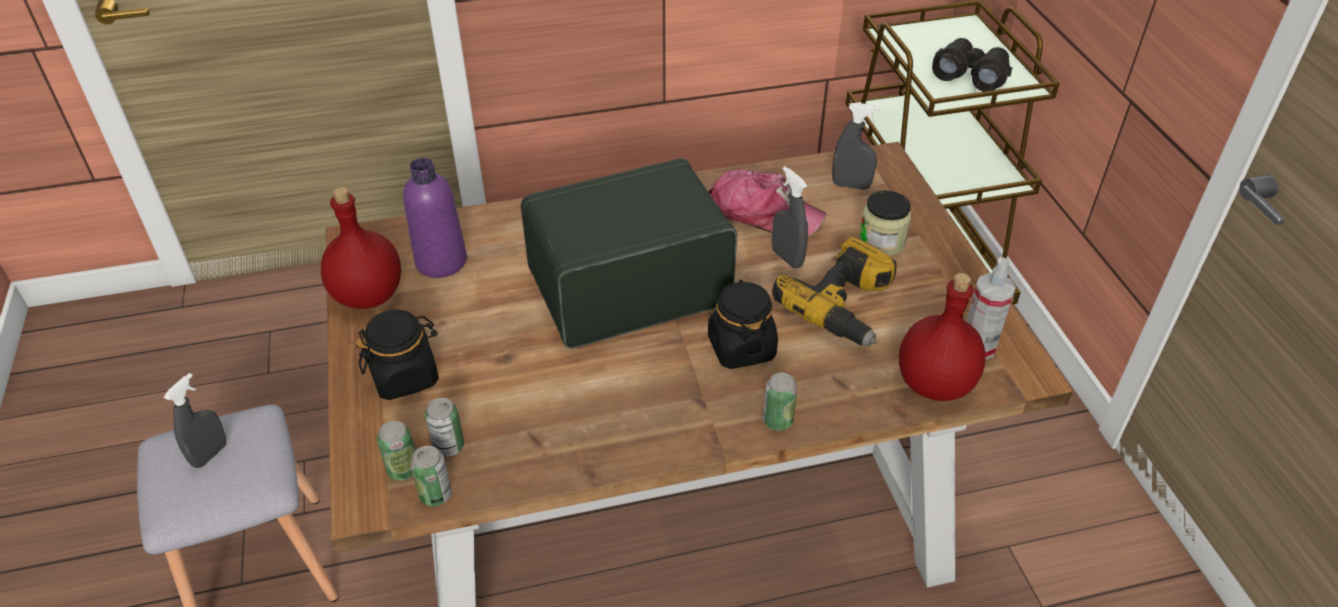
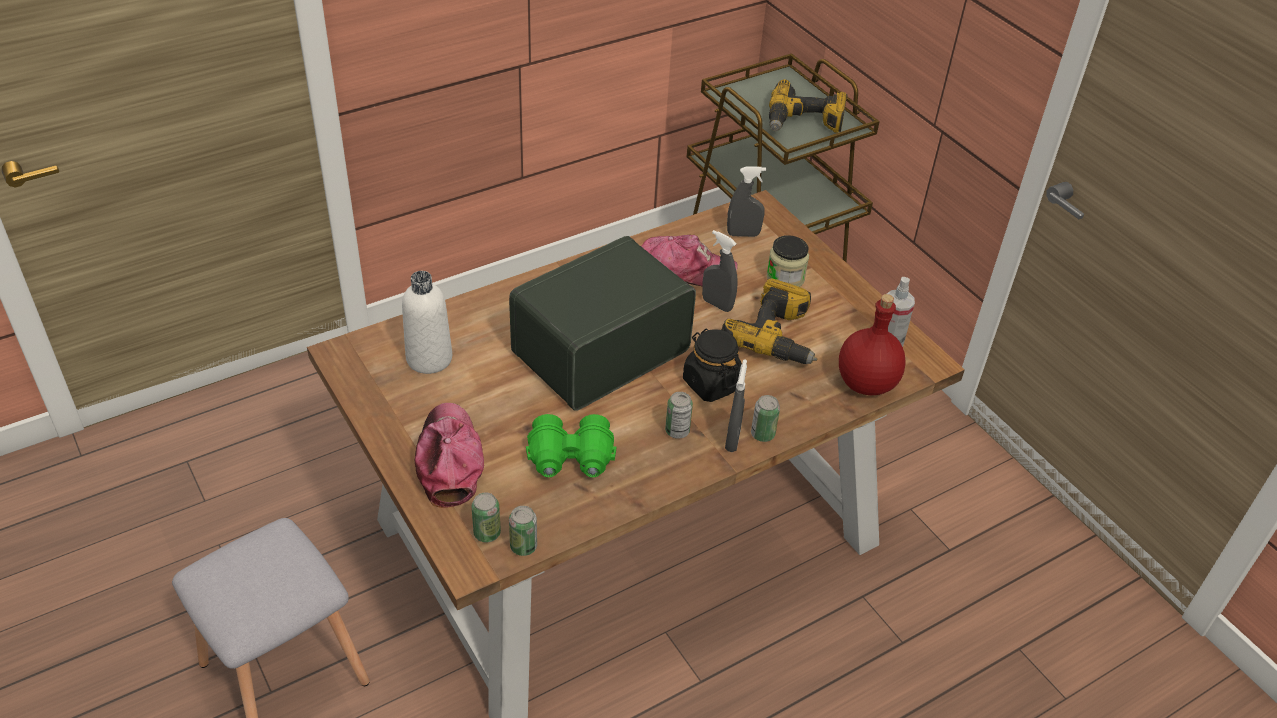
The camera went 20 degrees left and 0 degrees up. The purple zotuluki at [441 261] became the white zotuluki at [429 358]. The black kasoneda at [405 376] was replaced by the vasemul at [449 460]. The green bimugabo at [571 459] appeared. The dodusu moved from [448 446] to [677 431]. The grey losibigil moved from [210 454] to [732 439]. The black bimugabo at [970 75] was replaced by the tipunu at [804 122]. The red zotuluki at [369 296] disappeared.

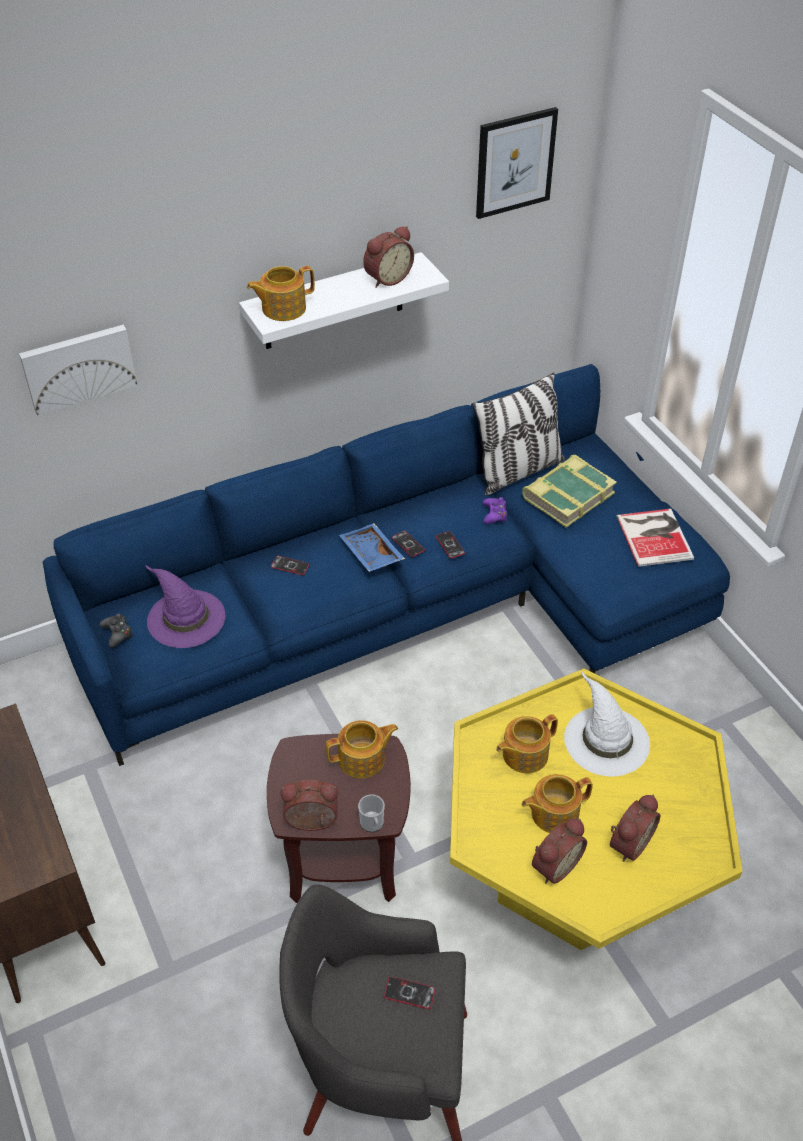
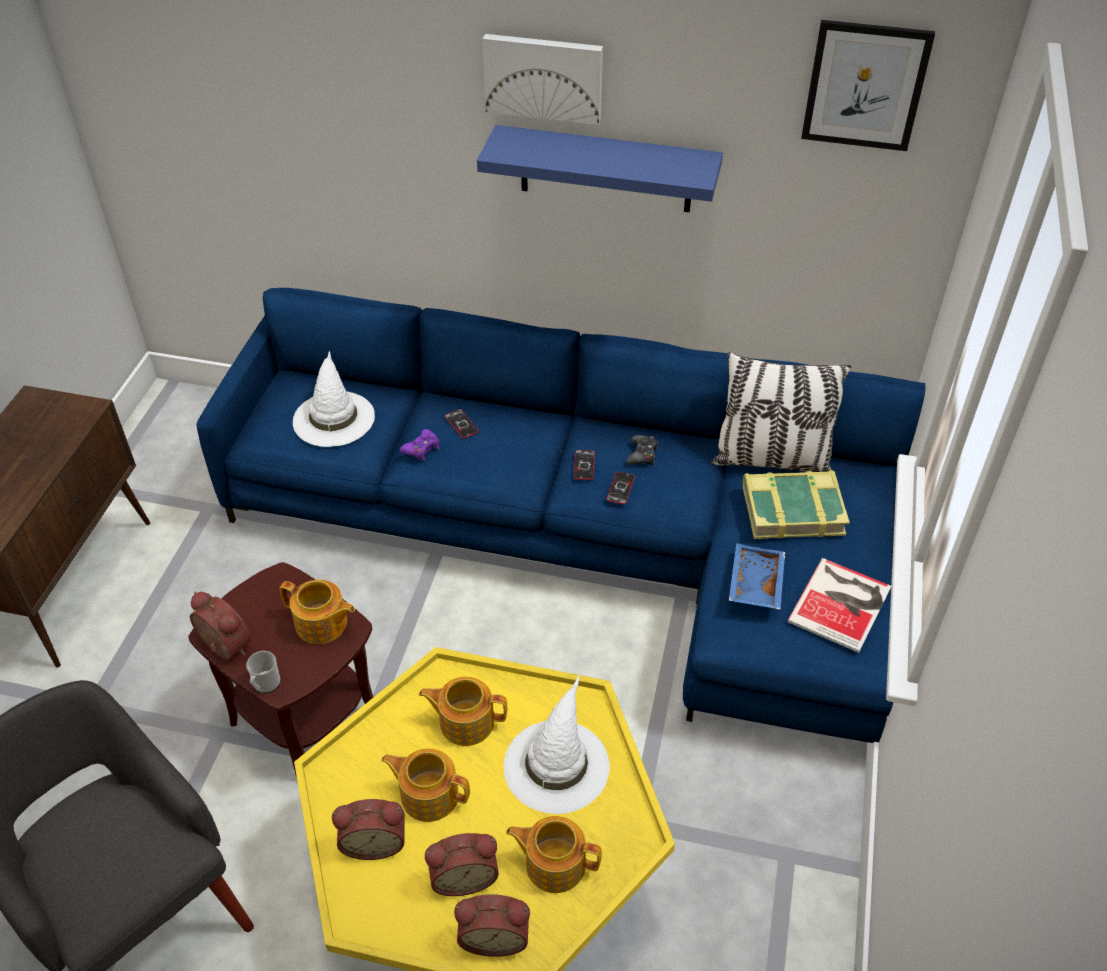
The camera went 40 degrees right and 0 degrees up. The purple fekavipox at [185 618] became the white fekavipox at [333 417]. The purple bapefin moved from [494 514] to [422 449]. The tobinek moved from [387 278] to [494 935]. The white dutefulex at [333 302] became the blue dutefulex at [606 169]. The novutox moved from [78 367] to [544 77]. The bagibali moved from [282 308] to [554 863]. The black bapefin moved from [117 633] to [642 455]. The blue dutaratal moved from [370 554] to [754 583]. The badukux at [409 993] disappeared.

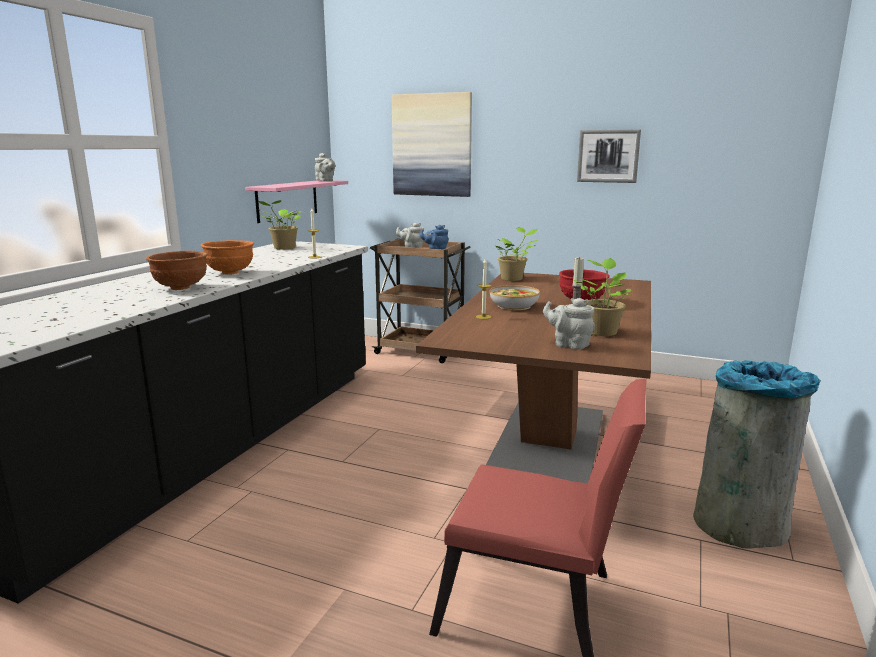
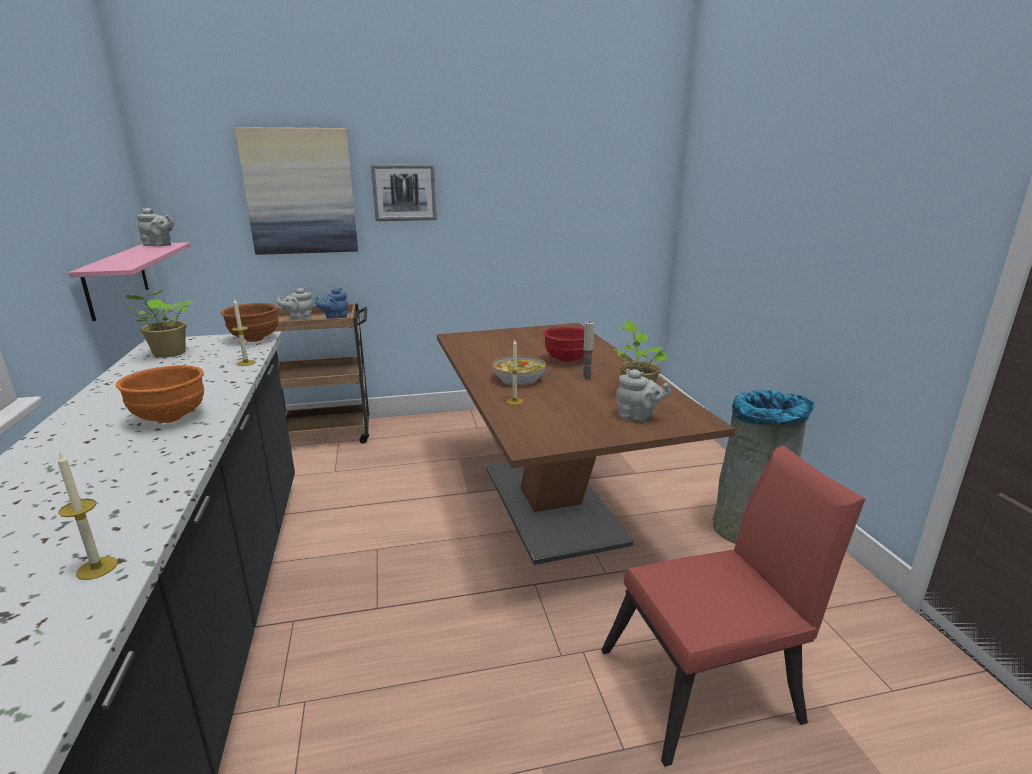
The camera went 35 degrees left and 5 degrees up. The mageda at [97 568] appeared. The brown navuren moved from [180 288] to [254 339]. The novutox moved from [608 156] to [404 192]. The grey bagibali at [569 344] turned 150 degrees counterclockwise. The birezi at [513 278] disappeared.

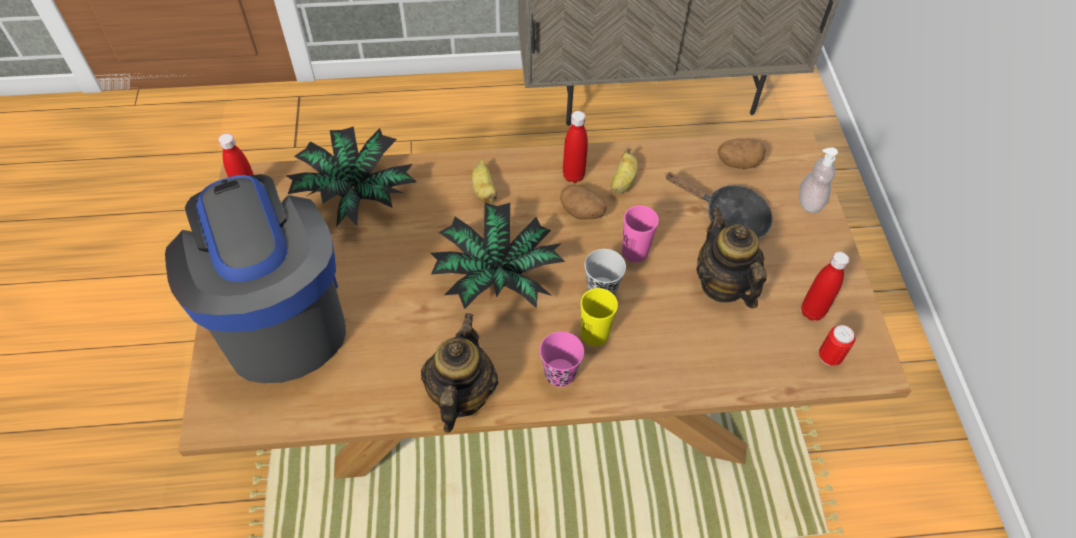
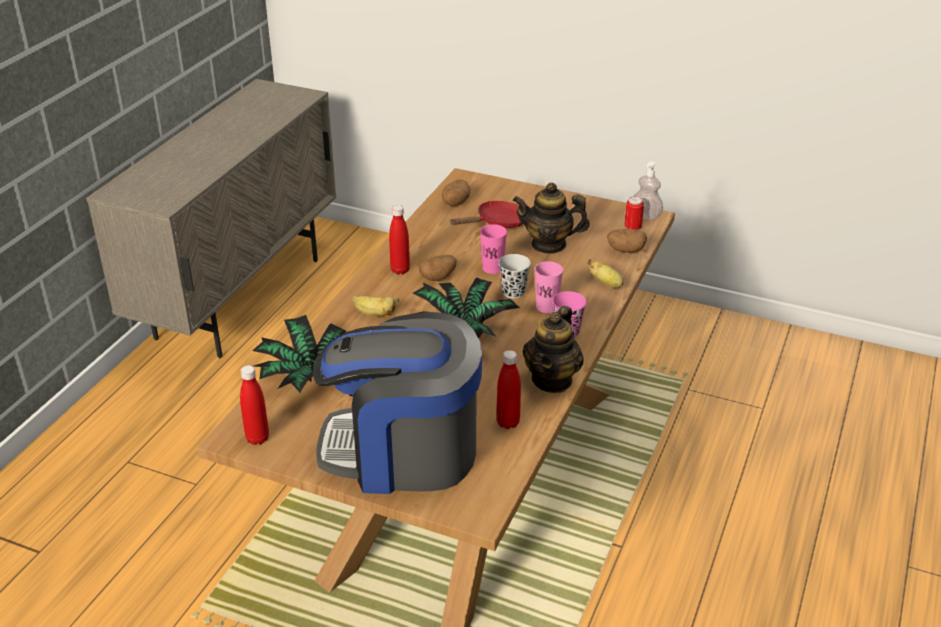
The camera went 60 degrees left and 20 degrees down. The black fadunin at [728 217] became the red fadunin at [498 223]. The red zotuluki moved from [812 312] to [508 423]. The bagibali at [460 395] turned 105 degrees counterclockwise. The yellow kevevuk at [594 334] became the pink kevevuk at [547 307]. The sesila moved from [622 182] to [607 283]. The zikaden at [625 250] appeared. The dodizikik moved from [810 202] to [646 215].

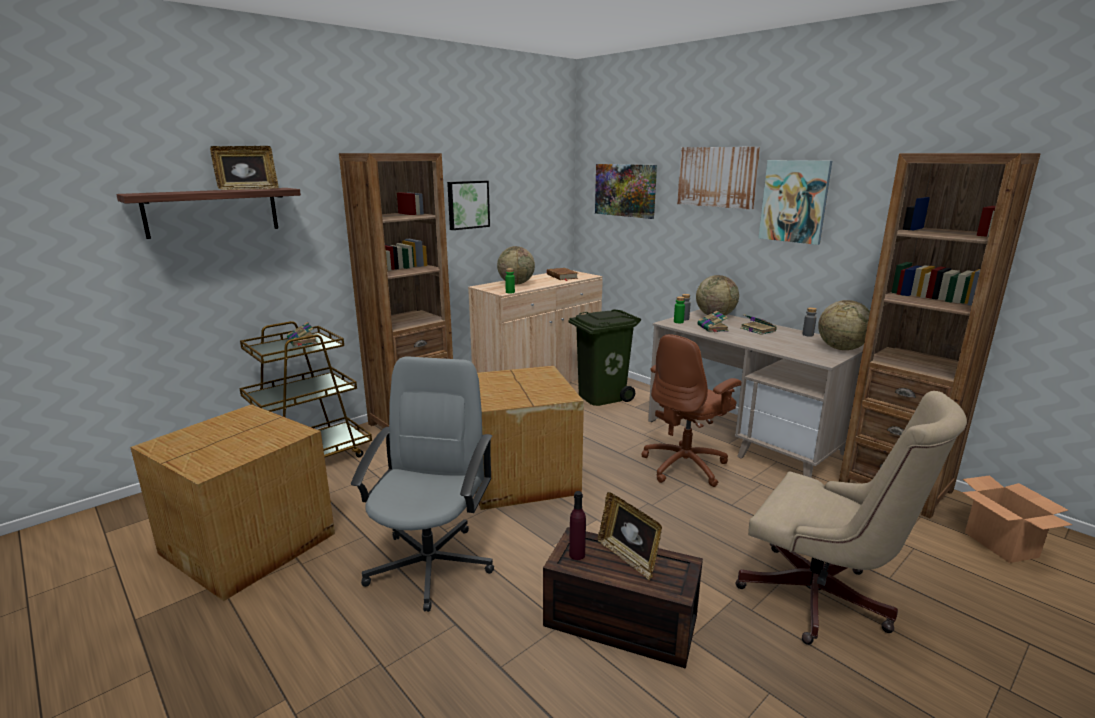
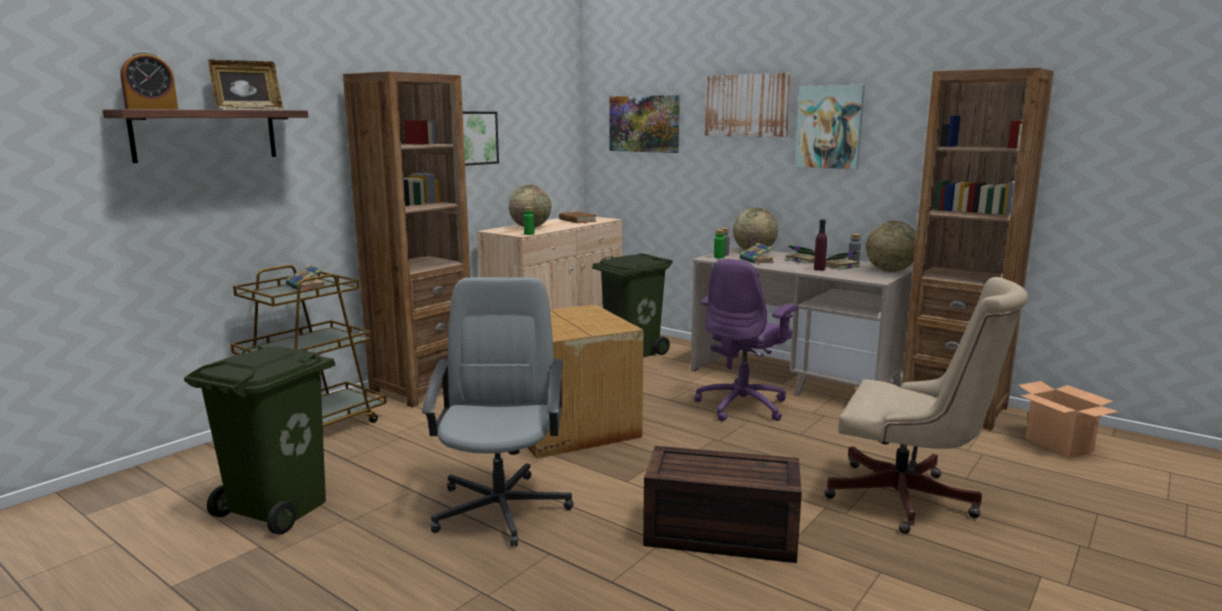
The camera went 10 degrees left and 5 degrees down. The tobinek at [152 109] appeared. The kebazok at [251 543] was replaced by the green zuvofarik at [280 508]. The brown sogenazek at [685 466] became the purple sogenazek at [743 406]. The purple zotuluki moved from [577 554] to [819 269]. The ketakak at [840 266] appeared. The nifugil at [628 557] disappeared.

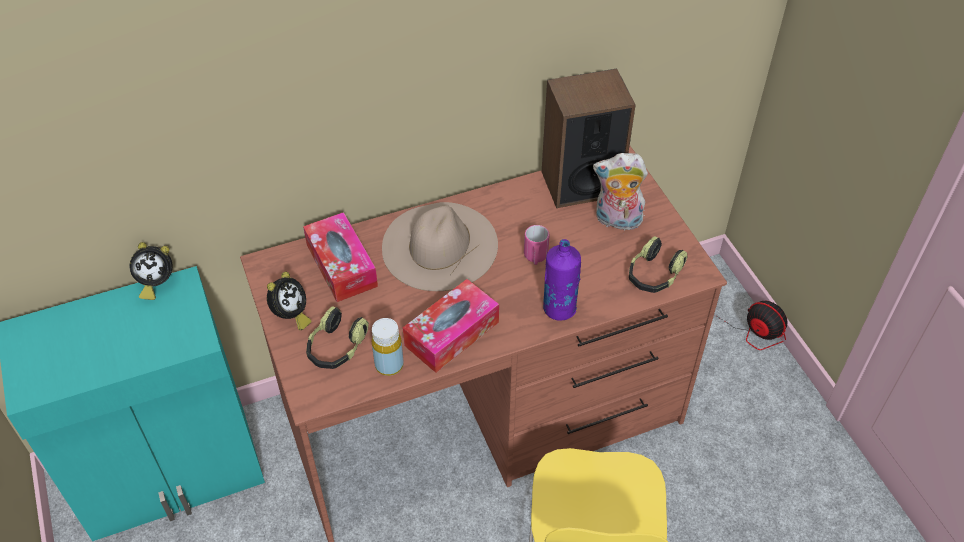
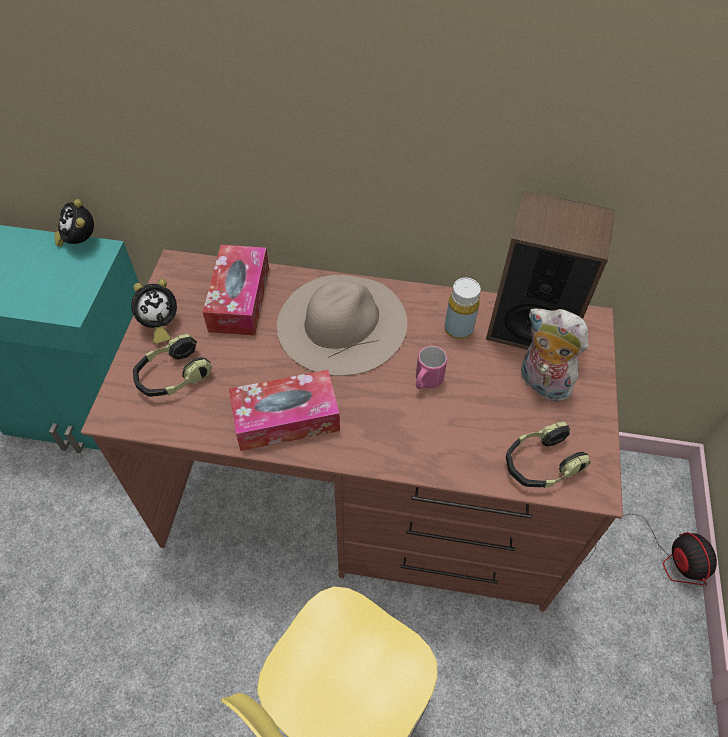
The camera went 30 degrees right and 5 degrees up. The tobinek at [156 283] turned 45 degrees clockwise. The yellow zotuluki moved from [389 365] to [458 329]. The purple zotuluki at [559 308] disappeared.

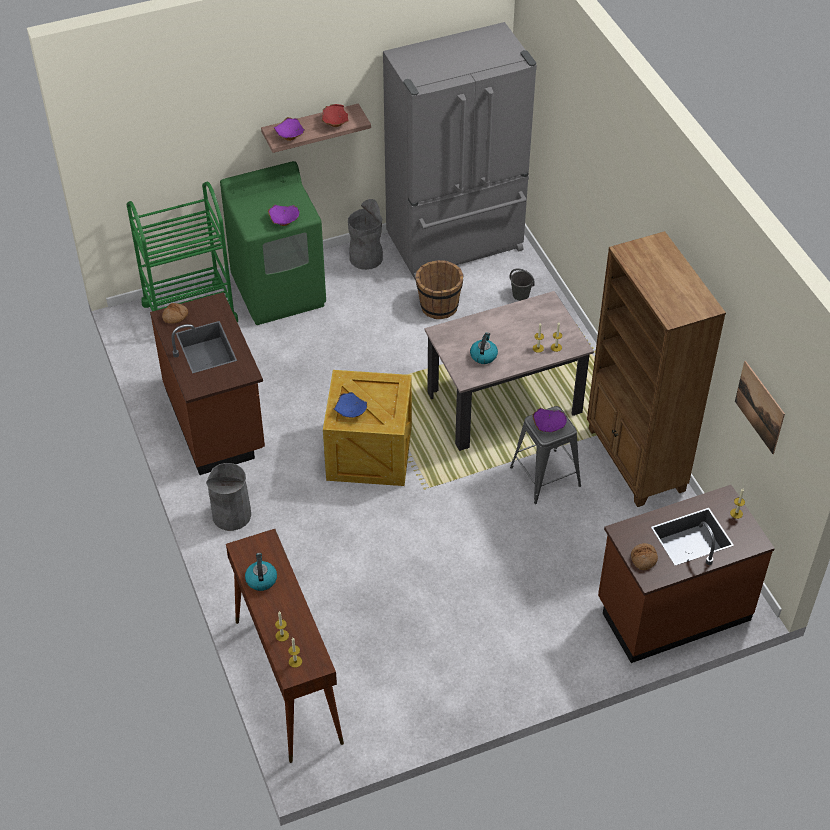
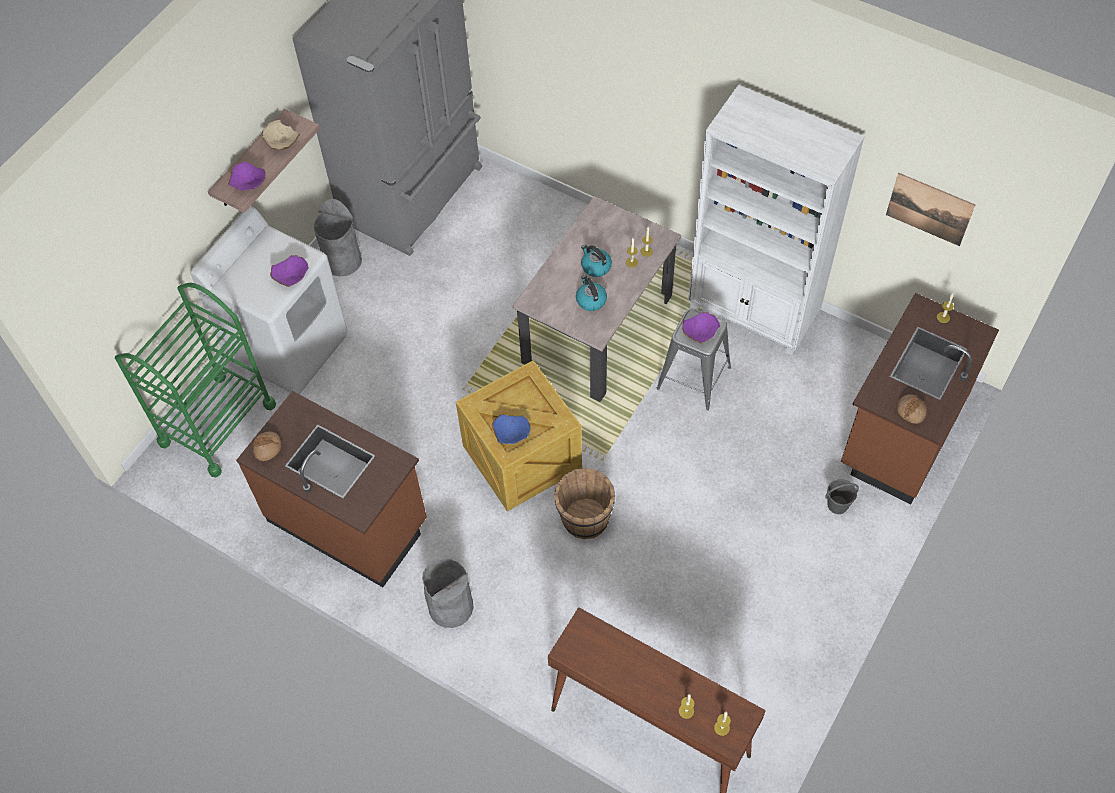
The camera went 35 degrees left and 10 degrees up. The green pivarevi at [279 291] became the white pivarevi at [288 346]. The red navuren at [334 123] became the beige navuren at [281 144]. The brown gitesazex moved from [439 306] to [584 518]. The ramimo moved from [261 579] to [595 266]. The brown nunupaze at [635 460] became the white nunupaze at [753 313]. The grey gitesazex moved from [521 295] to [838 505].

